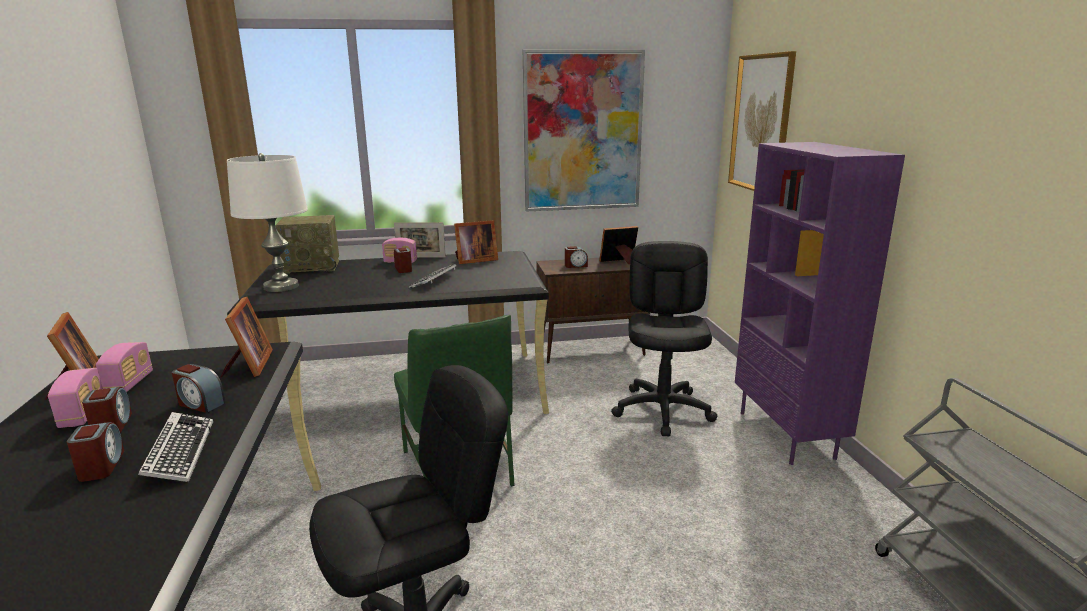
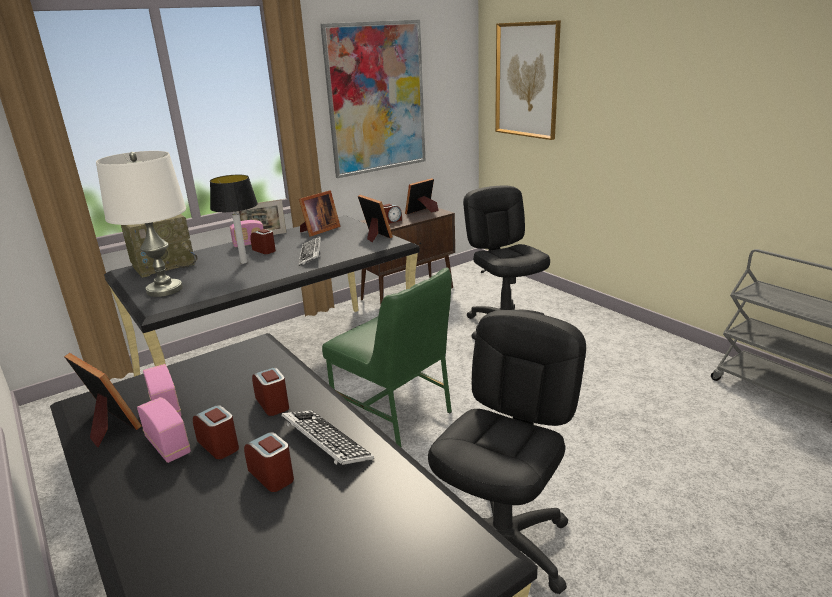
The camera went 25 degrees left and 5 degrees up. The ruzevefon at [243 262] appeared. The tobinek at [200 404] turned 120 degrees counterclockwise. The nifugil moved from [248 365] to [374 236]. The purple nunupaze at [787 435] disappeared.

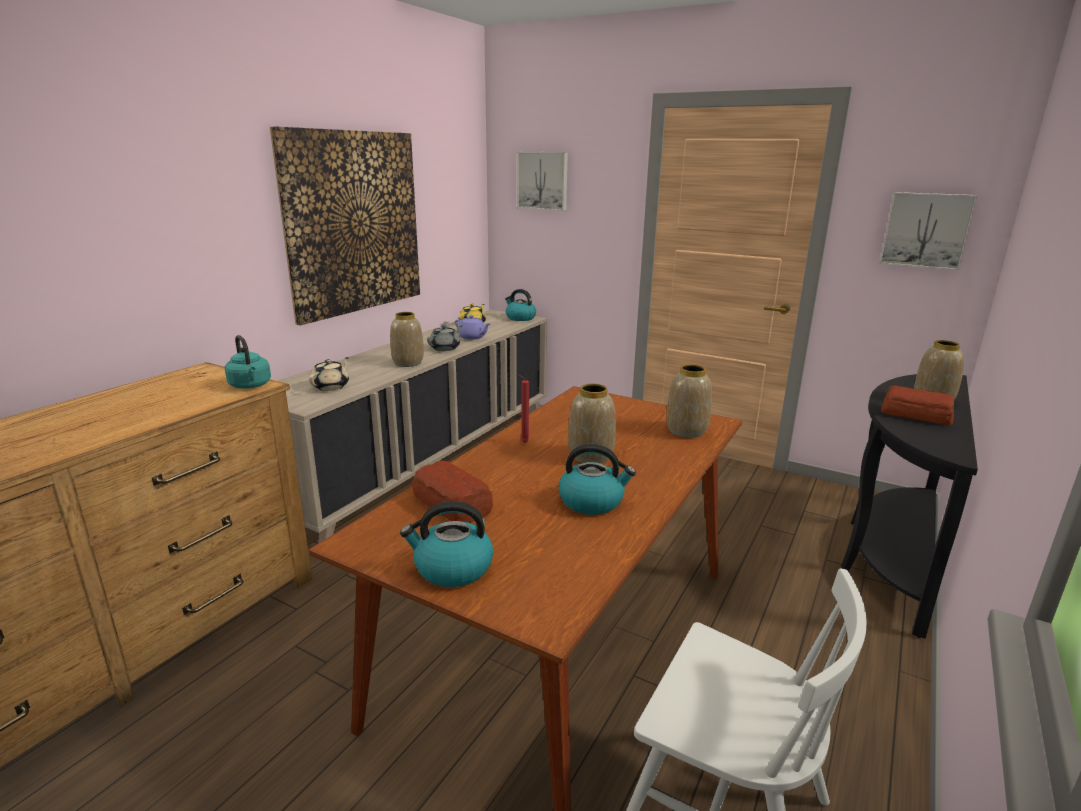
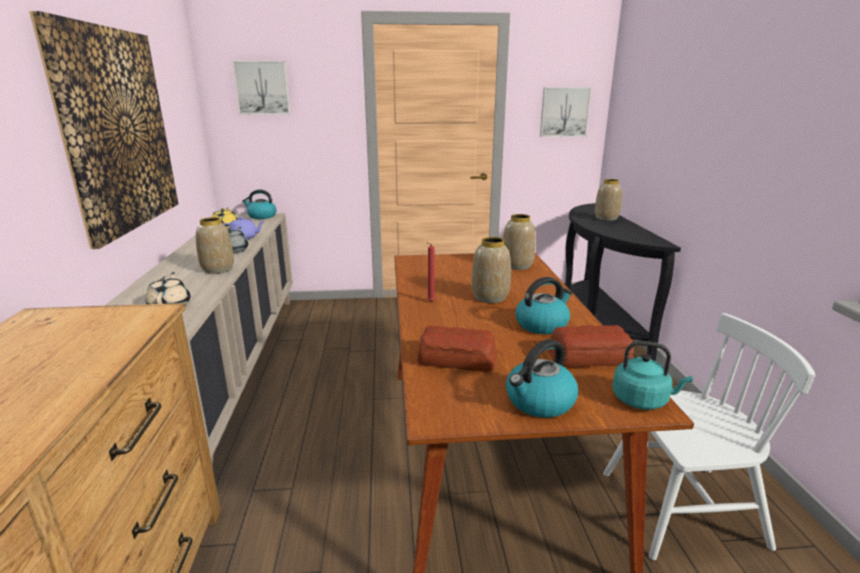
The camera went 35 degrees left and 0 degrees up. The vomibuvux moved from [915 414] to [588 357]. The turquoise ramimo moved from [250 386] to [642 400].

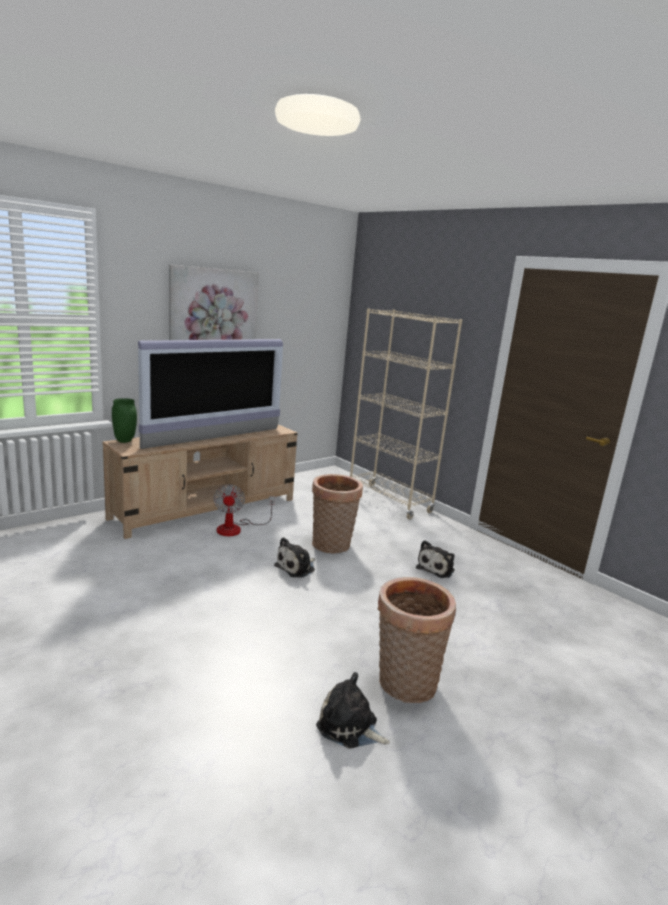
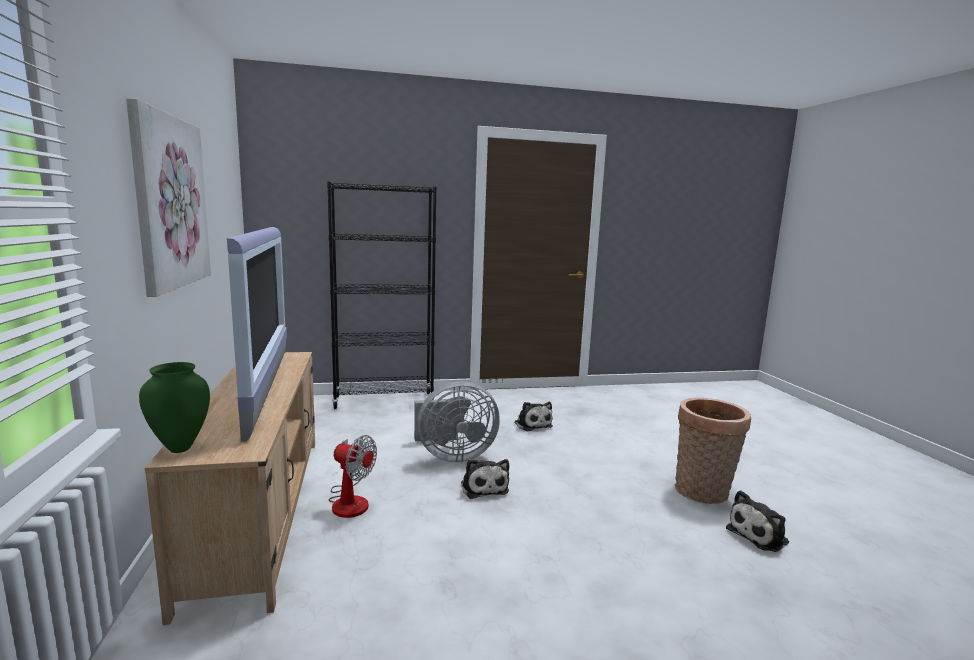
The camera went 60 degrees left and 5 degrees down. The beige nunupaze at [389 501] became the black nunupaze at [384 401]. The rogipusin at [331 546] was replaced by the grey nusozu at [452 455].

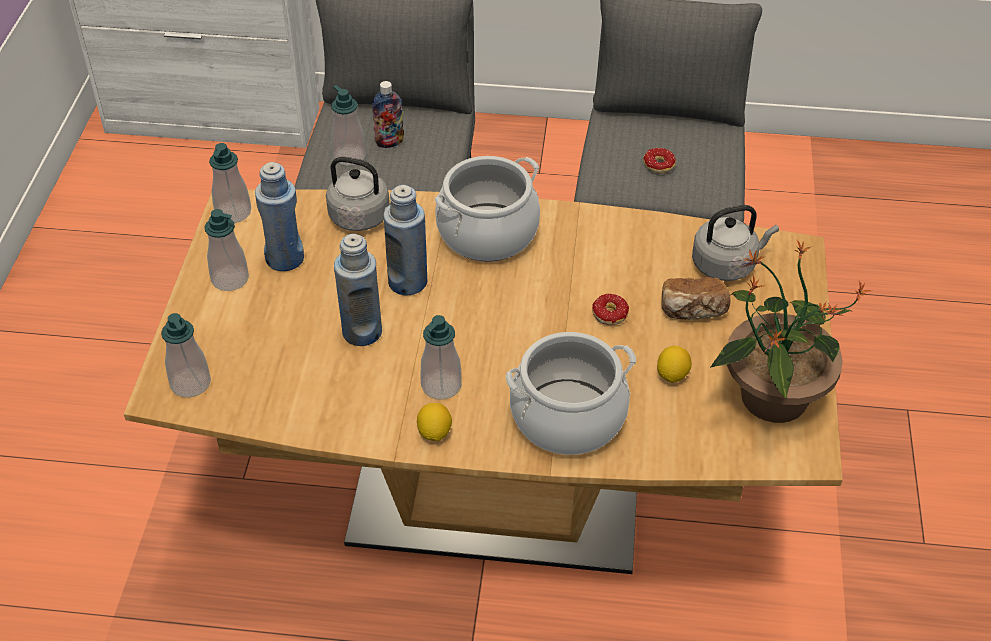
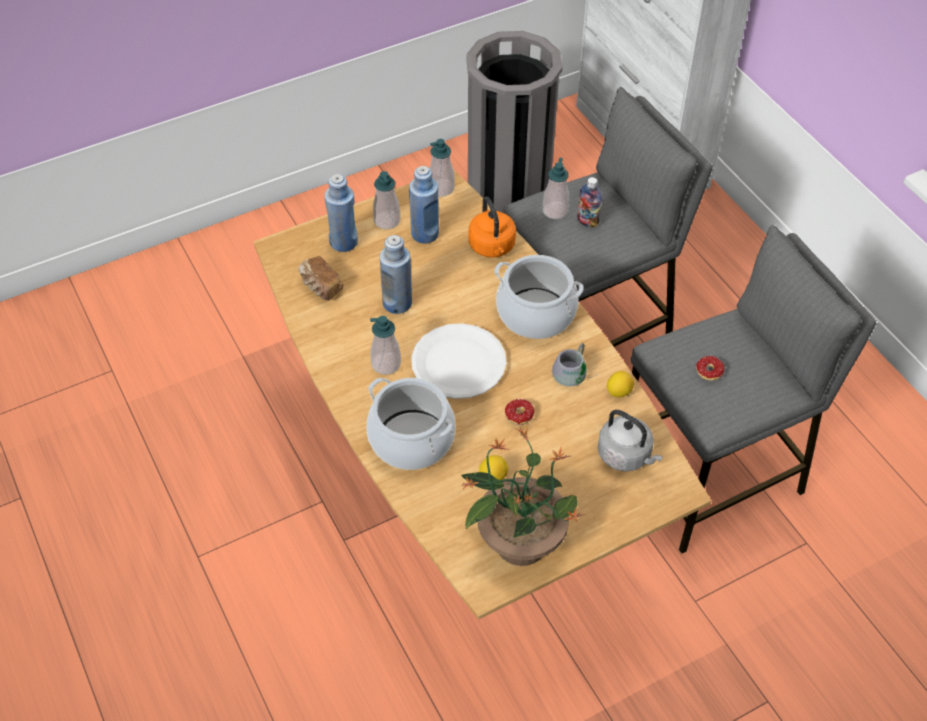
The camera went 55 degrees right and 5 degrees up. The vomibuvux moved from [693 311] to [320 287]. The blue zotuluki moved from [408 282] to [344 242]. The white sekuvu at [458 363] appeared. The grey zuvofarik at [509 186] appeared. The grey ramimo at [363 217] became the orange ramimo at [492 247]. The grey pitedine at [575 372] appeared. The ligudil moved from [434 433] to [619 392]. The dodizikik at [190 383] disappeared.

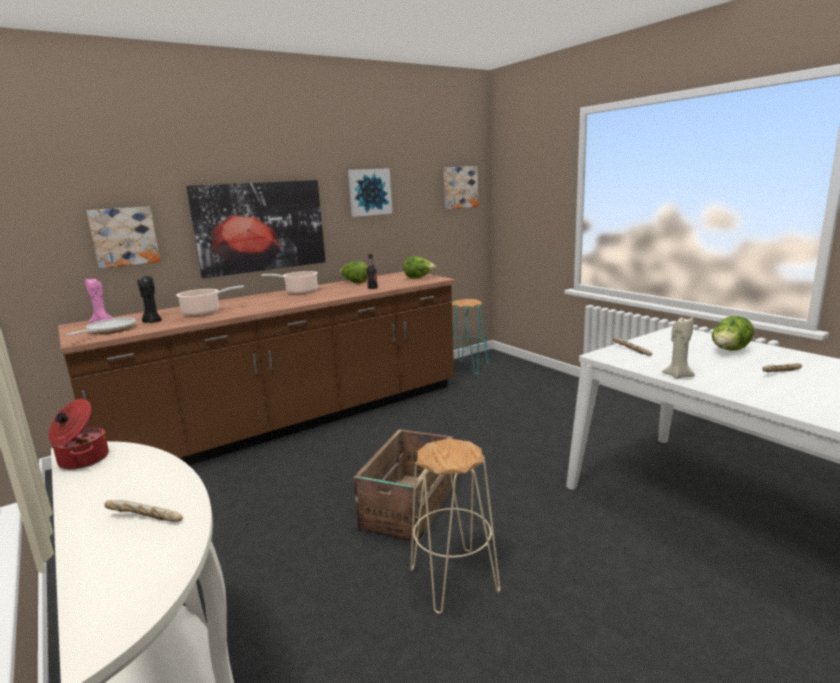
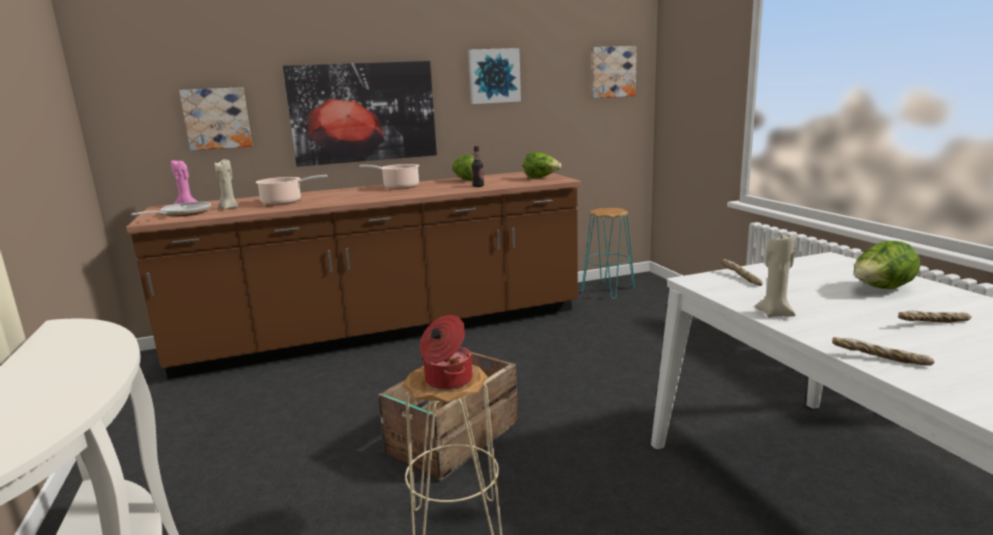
The camera went 15 degrees right and 0 degrees up. The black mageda at [152 322] became the beige mageda at [229 208]. The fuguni moved from [82 460] to [447 380]. The vomibuvux moved from [145 519] to [880 360].

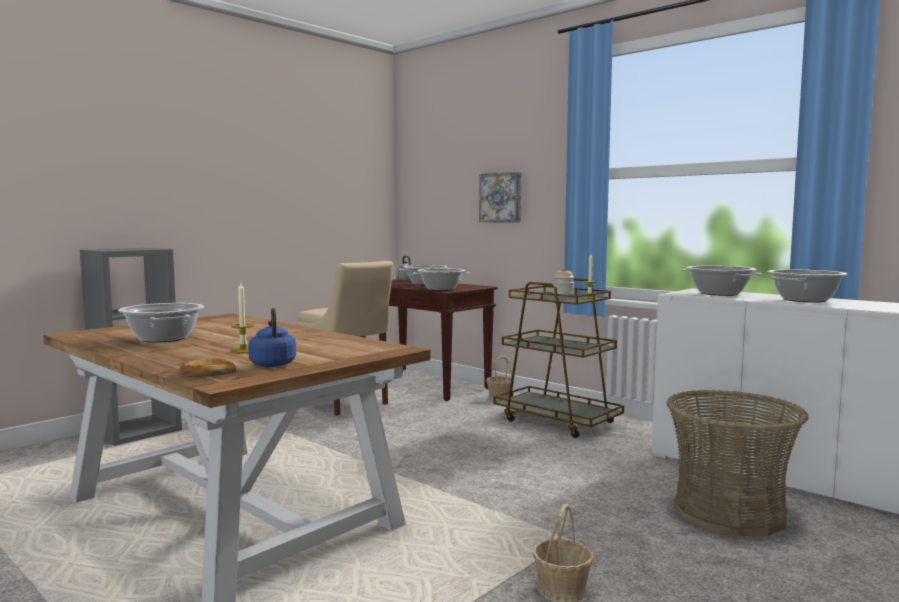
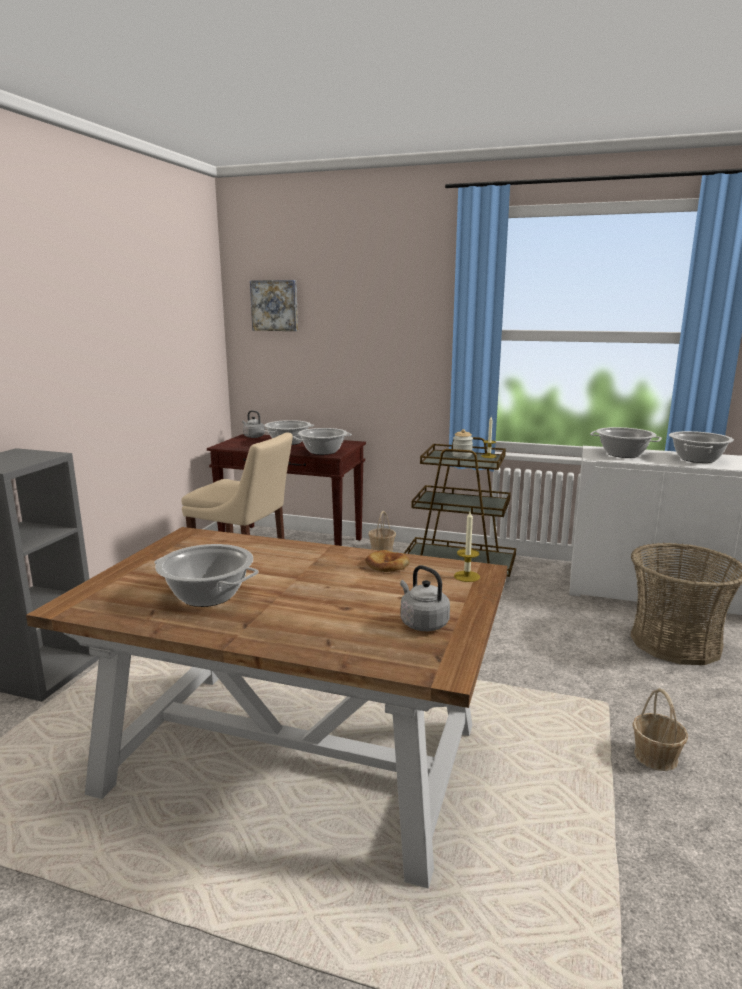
The camera went 25 degrees left and 10 degrees up. The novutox moved from [501 198] to [275 305]. The vomibuvux moved from [207 372] to [387 565]. The blue ramimo at [273 364] became the grey ramimo at [422 623]. The mageda moved from [243 350] to [467 576].

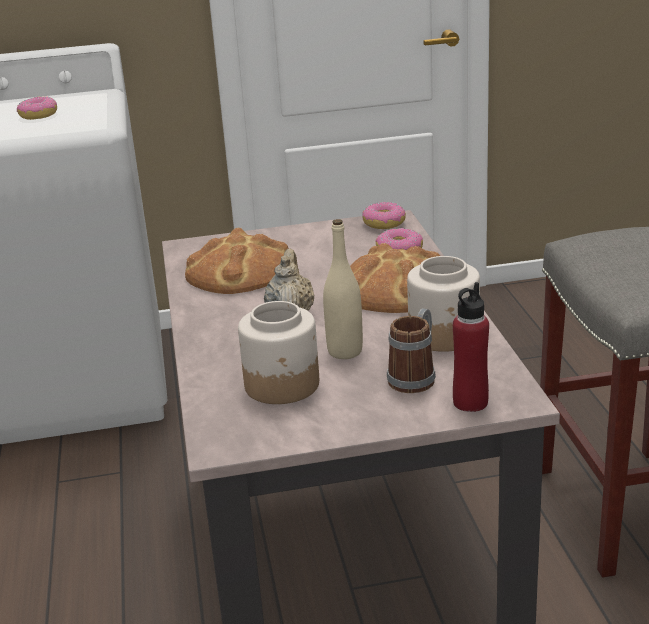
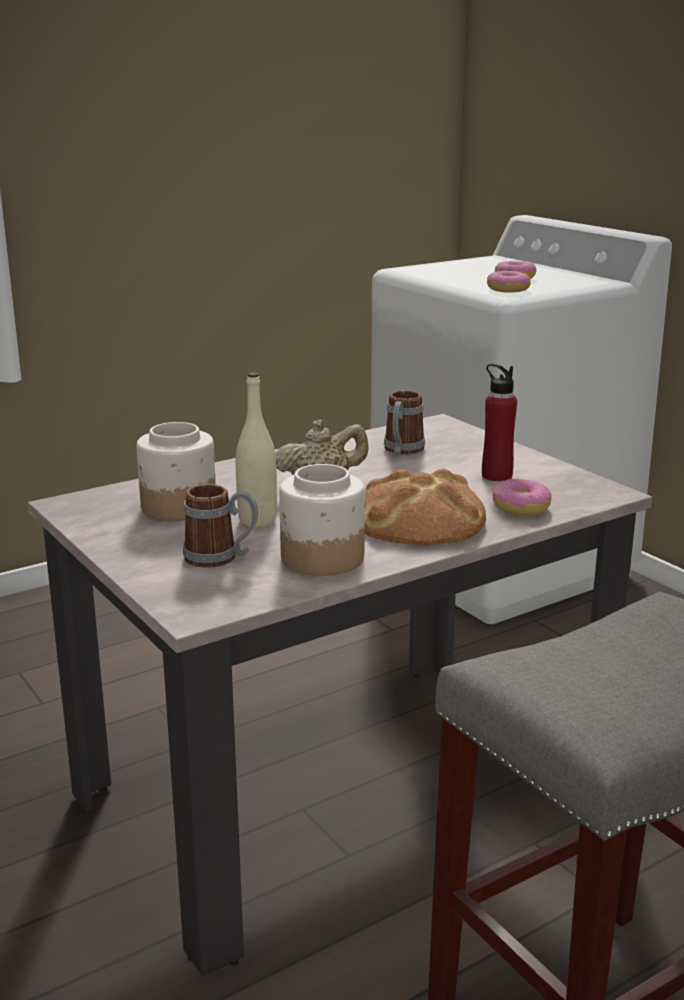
The camera went 65 degrees right and 5 degrees down. The vomibuvux at [239 271] was replaced by the pitedine at [402 451]. The red zotuluki moved from [470 402] to [496 475]. The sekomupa moved from [384 223] to [507 290].

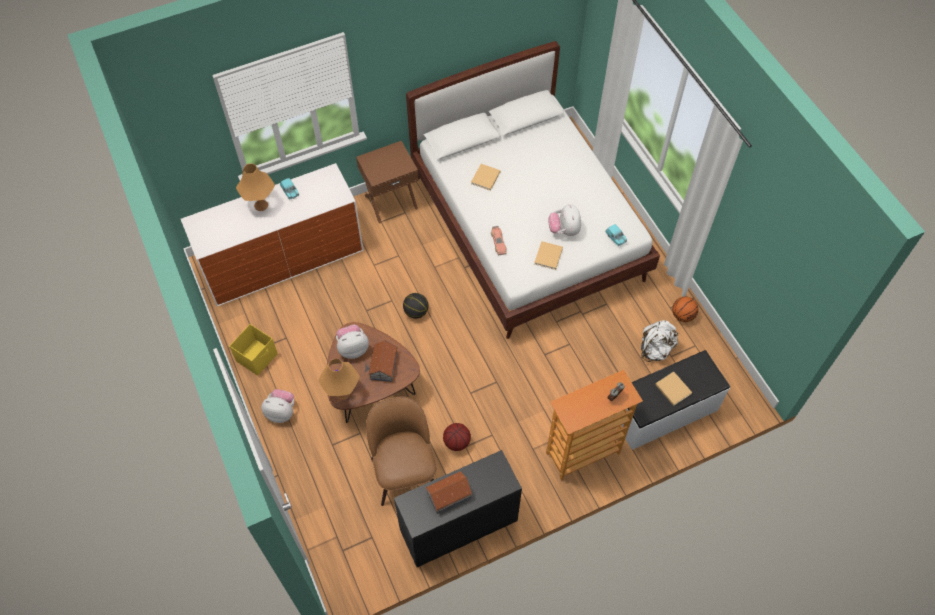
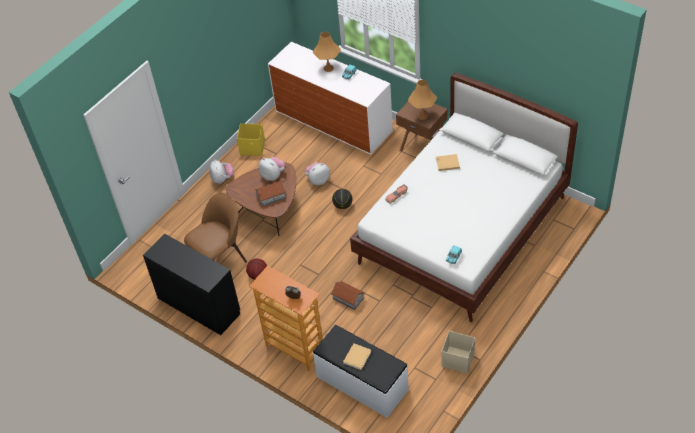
The camera went 65 degrees right and 10 degrees down. The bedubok moved from [564 230] to [318 180]. The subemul moved from [449 495] to [348 298]. The orange ruzevefon moved from [342 393] to [422 116]. The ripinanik at [682 315] was replaced by the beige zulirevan at [457 359]. The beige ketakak at [548 257] disappeared. The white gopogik at [656 349] disappeared.

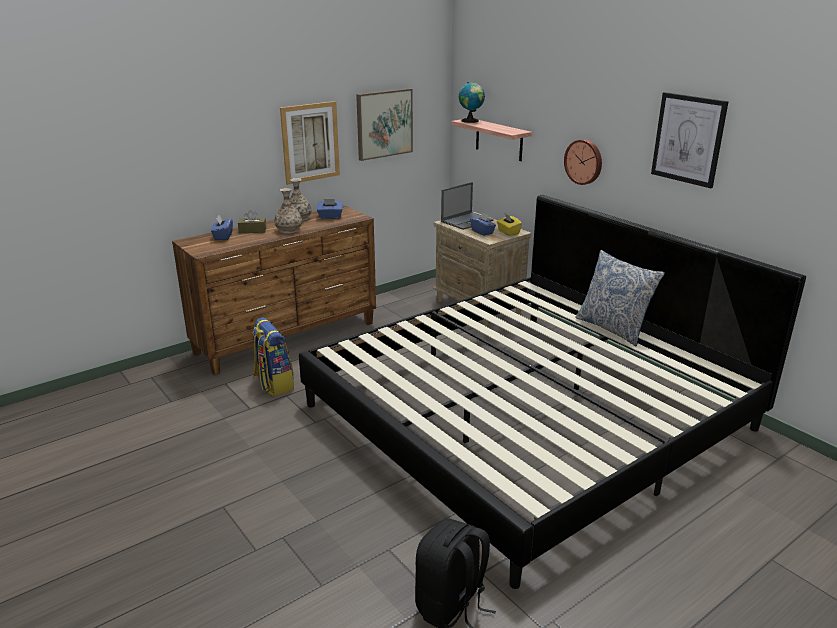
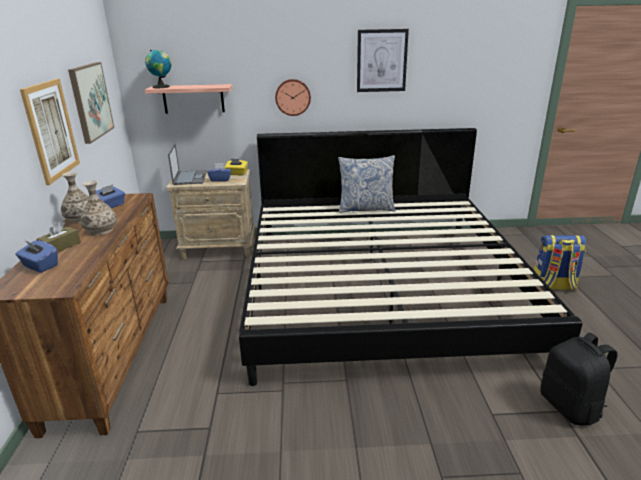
The camera went 55 degrees left and 0 degrees up. The gopogik moved from [273 384] to [553 286].

